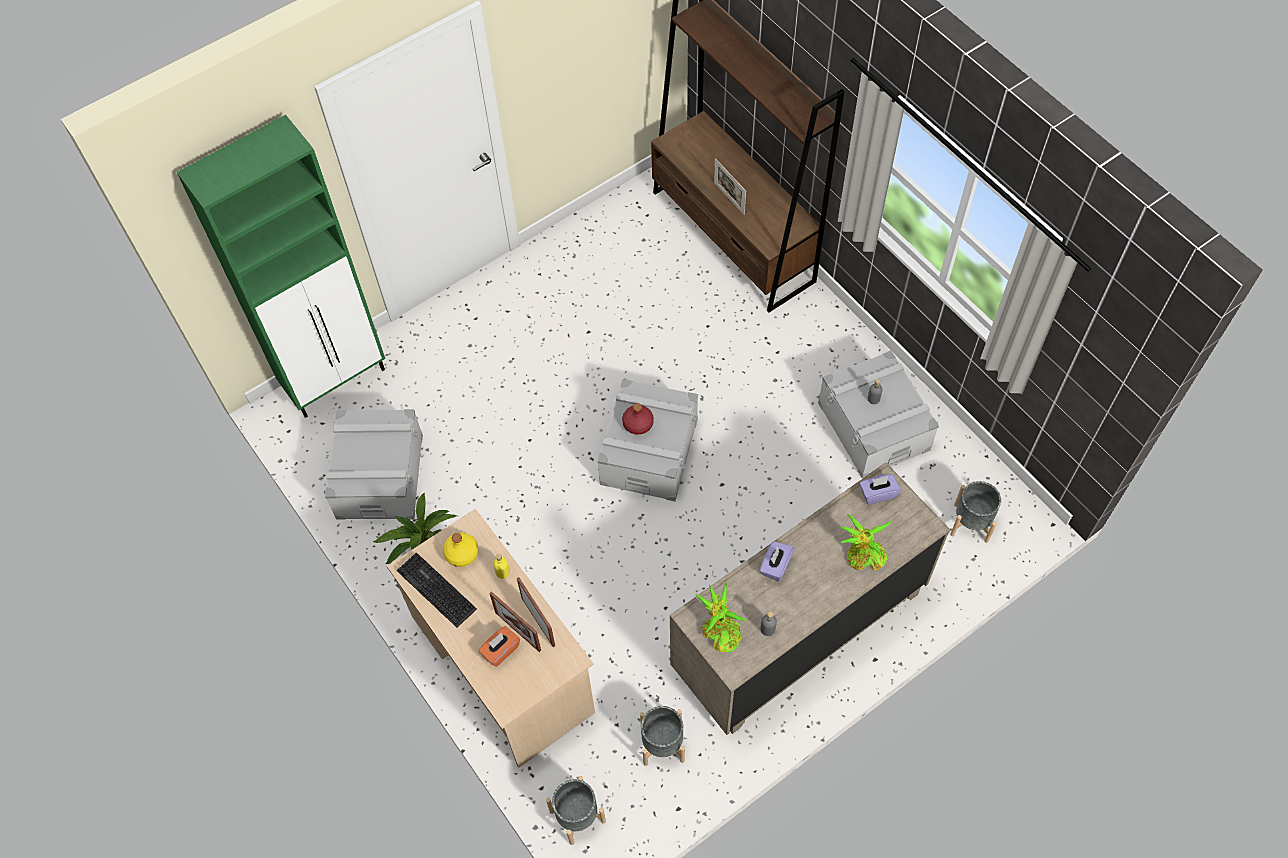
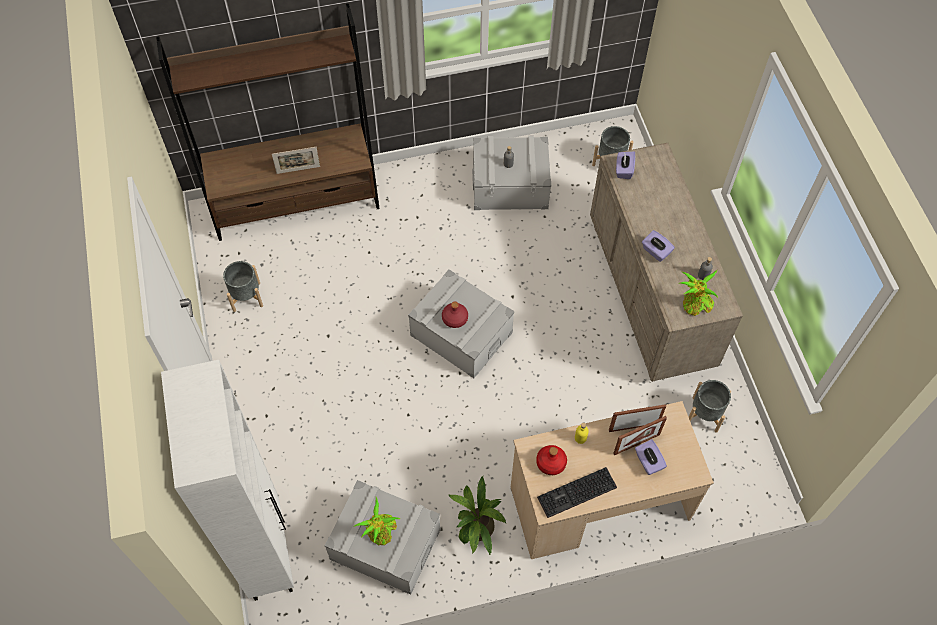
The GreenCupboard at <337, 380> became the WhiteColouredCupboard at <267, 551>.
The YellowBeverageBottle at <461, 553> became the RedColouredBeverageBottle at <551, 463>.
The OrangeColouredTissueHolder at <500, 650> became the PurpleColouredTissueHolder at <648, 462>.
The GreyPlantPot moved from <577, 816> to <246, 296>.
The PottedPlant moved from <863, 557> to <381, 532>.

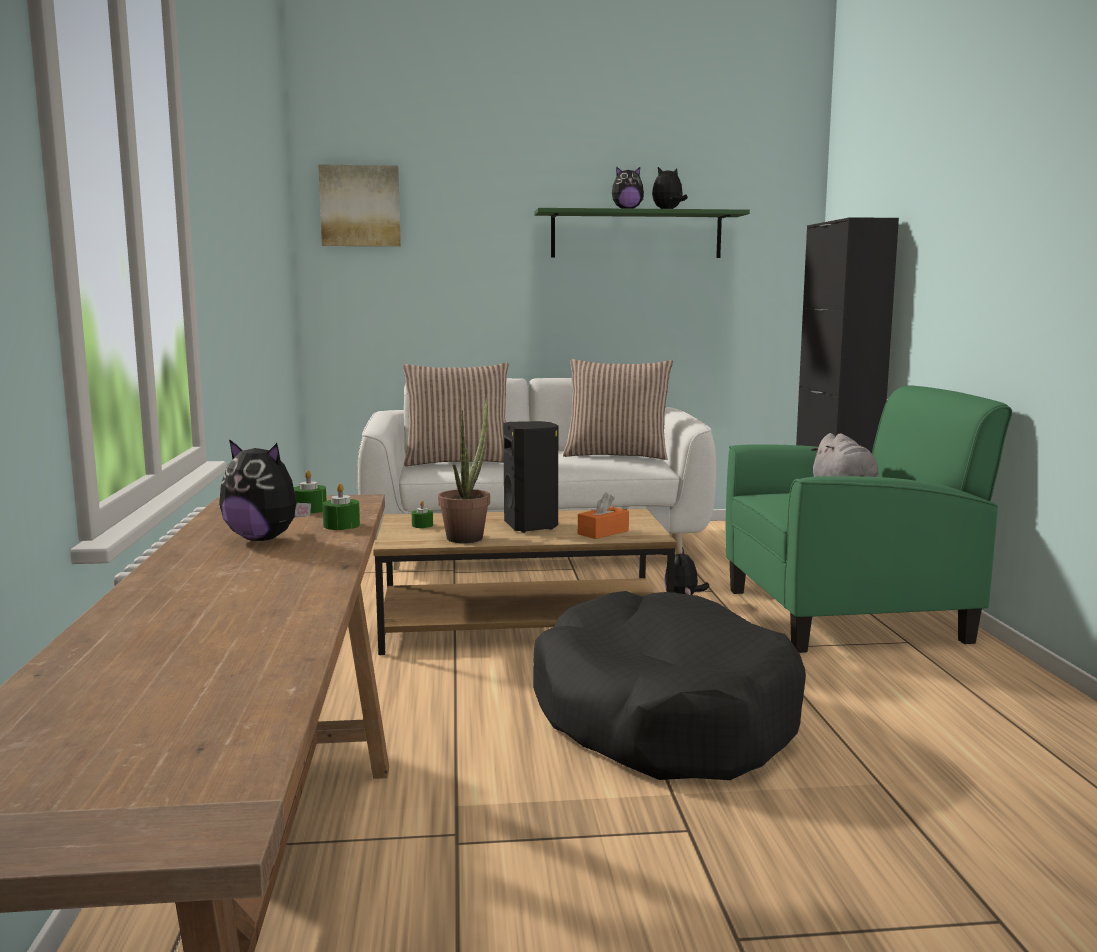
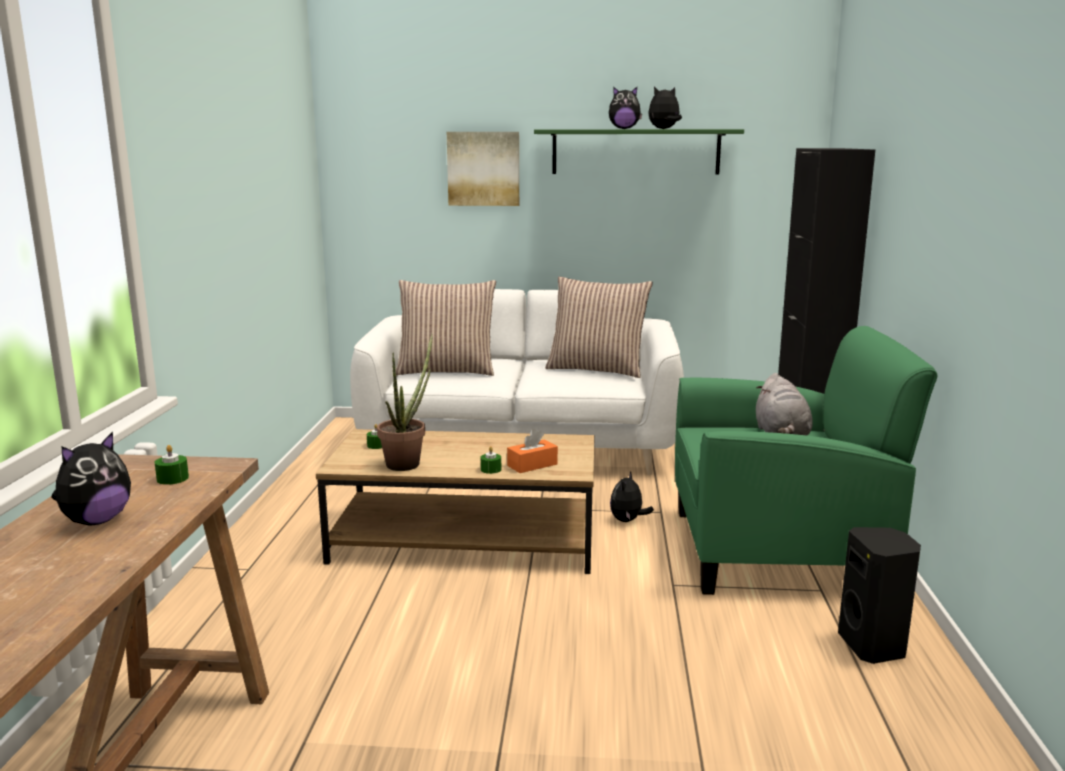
The PlushToy at <264, 539> turned 90 degrees counterclockwise.
The Picture moved from <360, 206> to <483, 168>.
The GreenCandle moved from <341, 525> to <491, 469>.
The BlackColouredAudioSpeaker moved from <532, 526> to <874, 647>.
The BlackColouredDogCushion at <662, 717> disappeared.

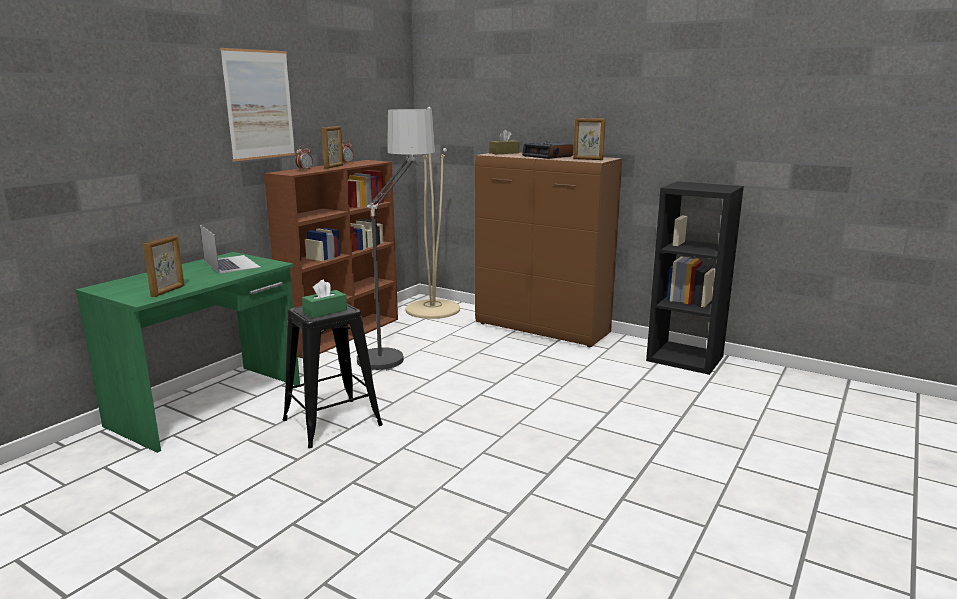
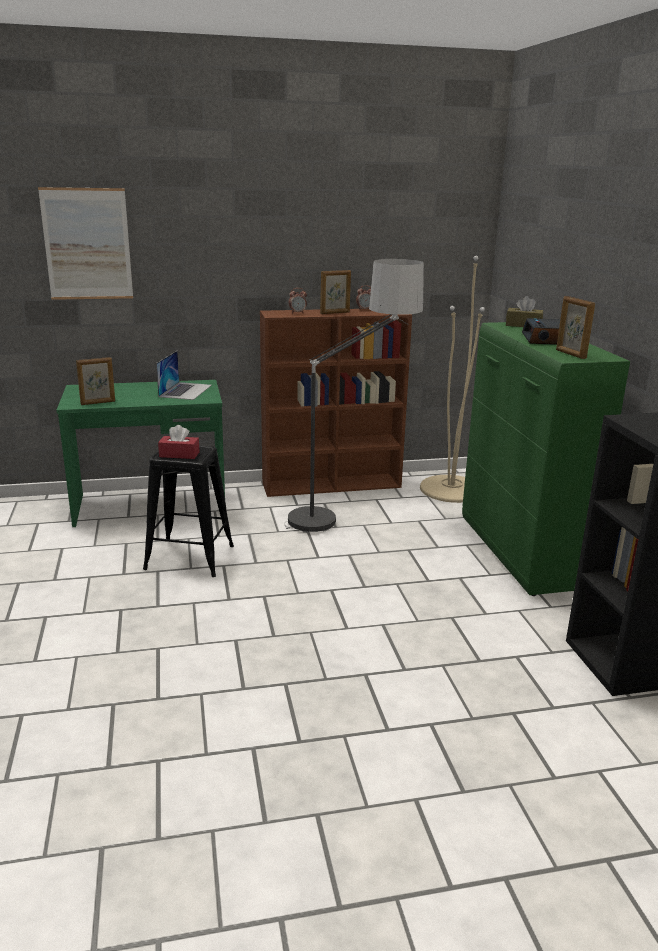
The Picture moved from <259, 105> to <87, 244>.
The GreenTissueHolder at <325, 311> became the RedColouredTissueHolder at <179, 454>.
The BrownCupboard at <542, 329> became the GreenCupboard at <520, 554>.

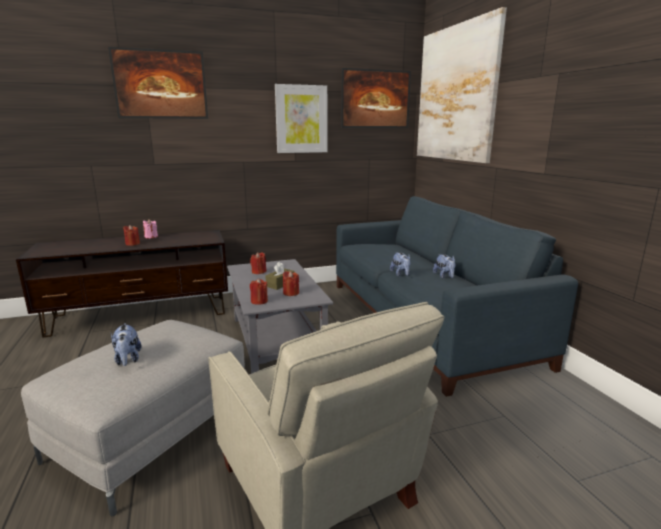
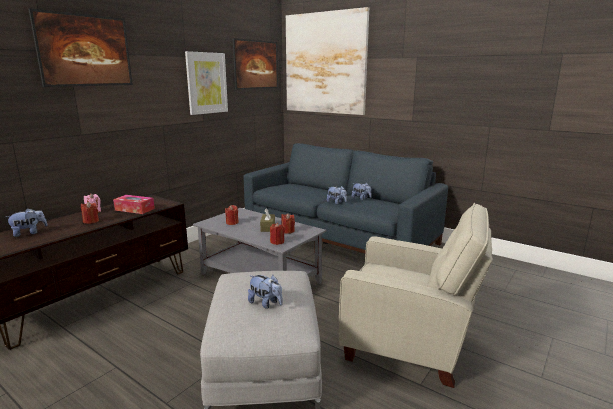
The PlushToy at <29, 233> appeared.
The TissueHolder at <134, 209> appeared.

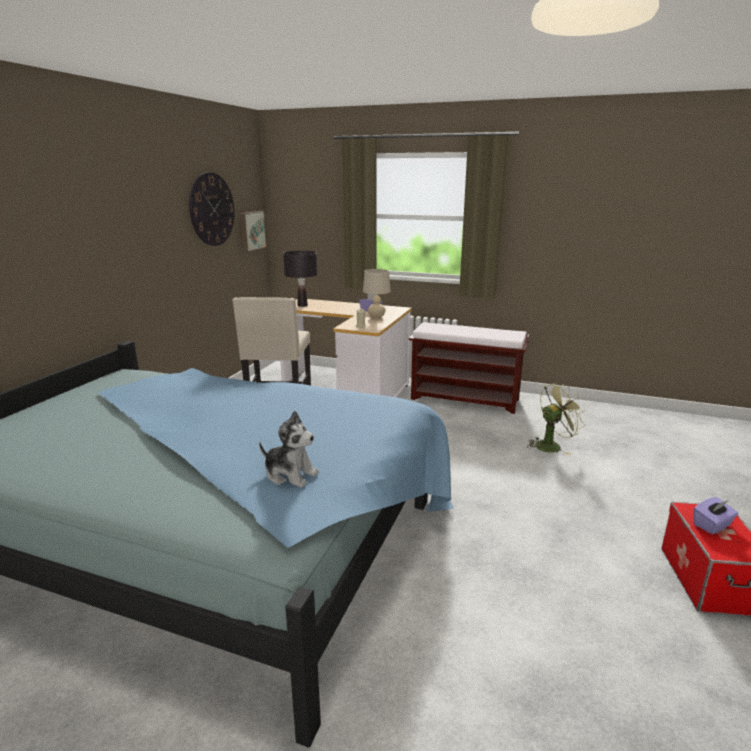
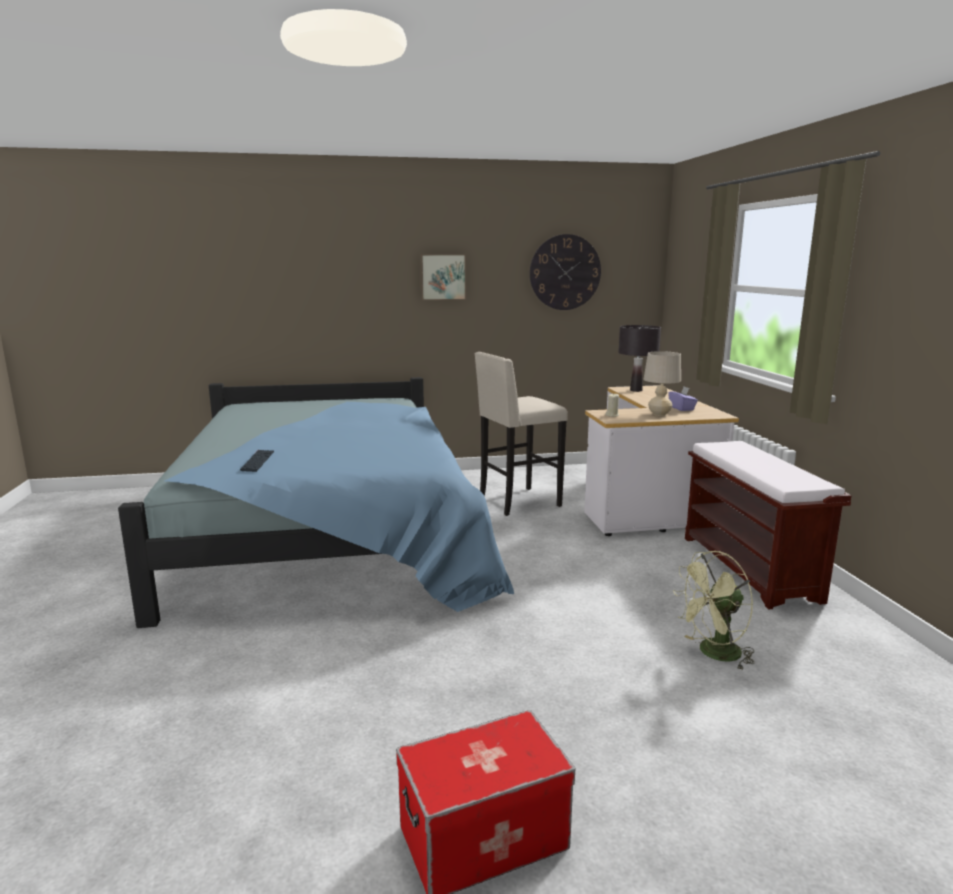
The Picture moved from <252, 230> to <443, 277>.
The PlushToy at <290, 474> was replaced by the PcKeyboard at <258, 461>.
The GreenCoolingFan at <551, 445> turned 120 degrees clockwise.
The PurpleColouredTissueHolder at <712, 525> disappeared.

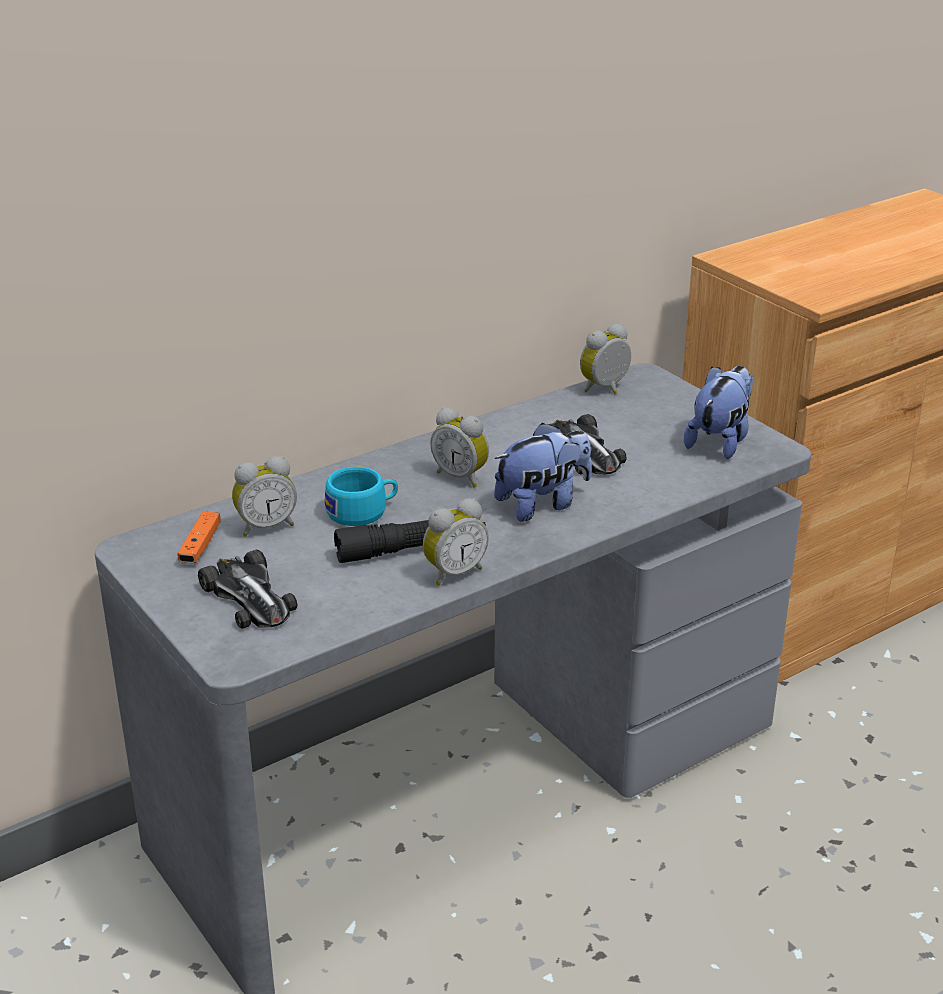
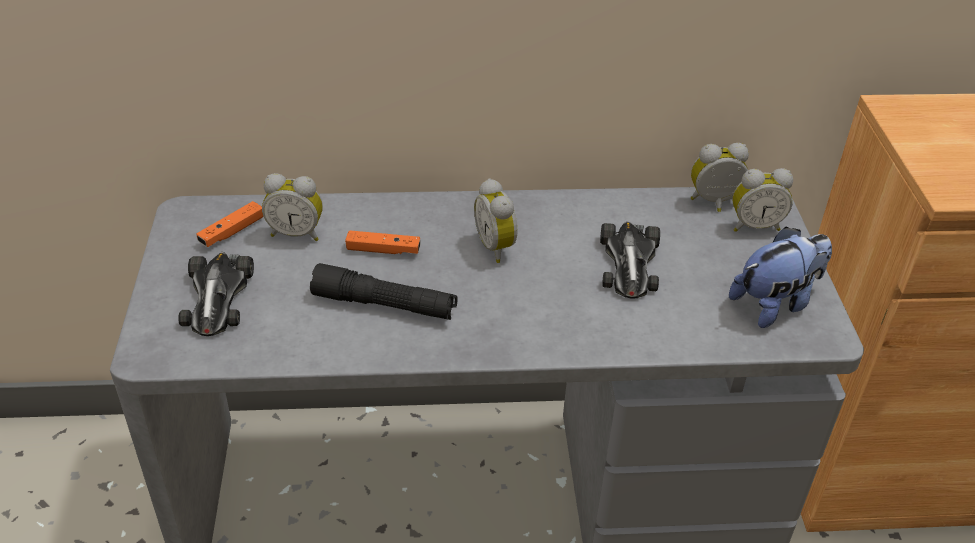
The TurquoiseColouredDrinkingCup at <363, 512> was replaced by the OrangeColouredJoypad at <383, 250>.
The BedsideClock moved from <453, 573> to <754, 225>.
The PlushToy at <542, 504> disappeared.

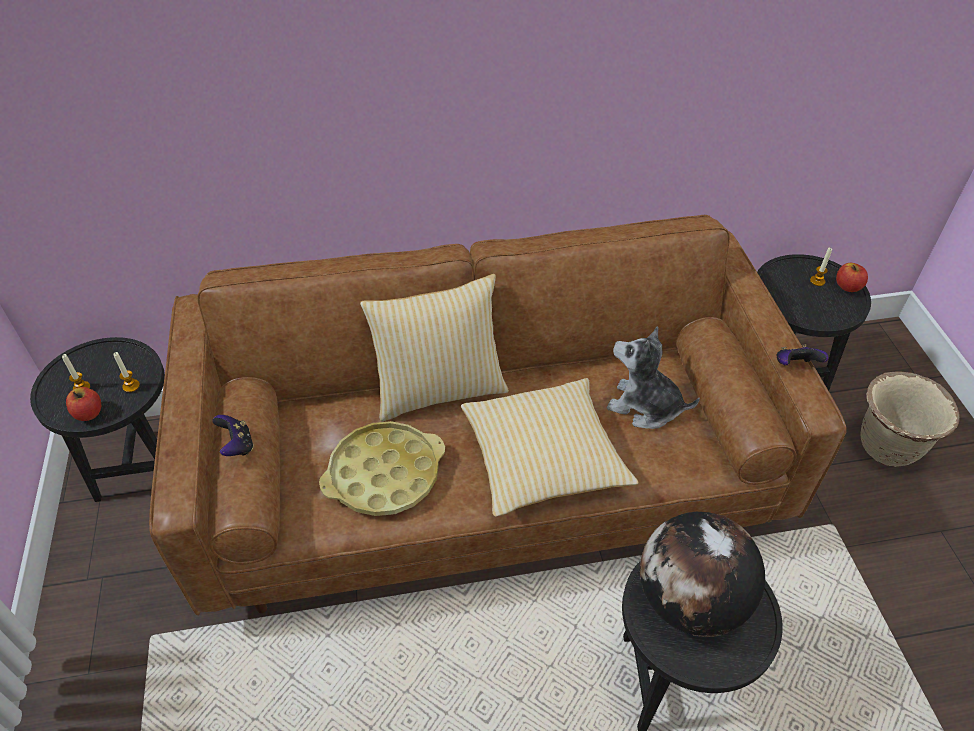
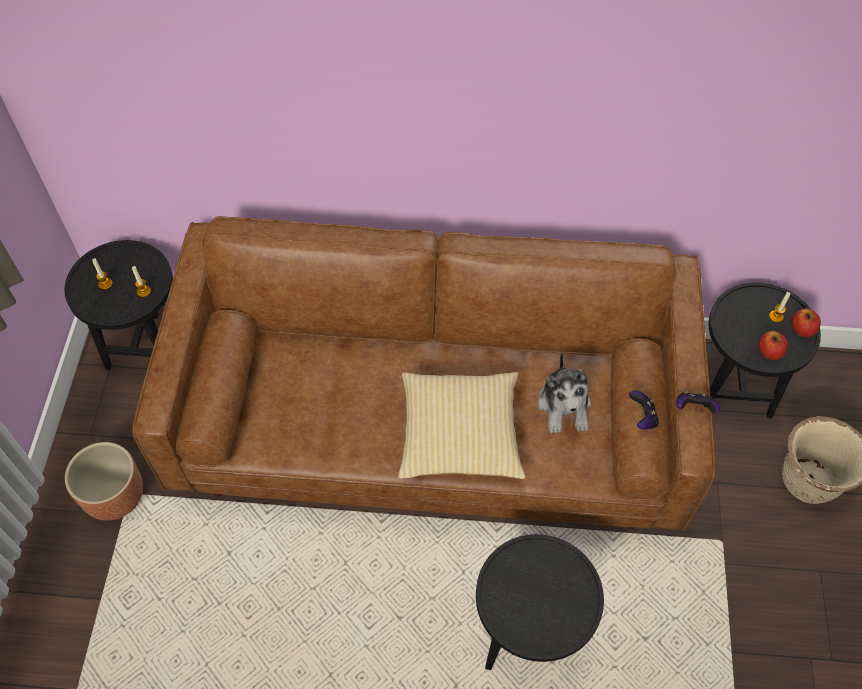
The WholeApple moved from <89, 413> to <769, 352>.
The Joypad moved from <237, 446> to <642, 417>.
The YellowServingTray at <384, 474> disappeared.
The Cushion at <439, 389> disappeared.
The PlushToy at <644, 406> turned 135 degrees counterclockwise.
The DeskGlobe at <690, 602> disappeared.
The BrownPlantPot at <115, 496> appeared.

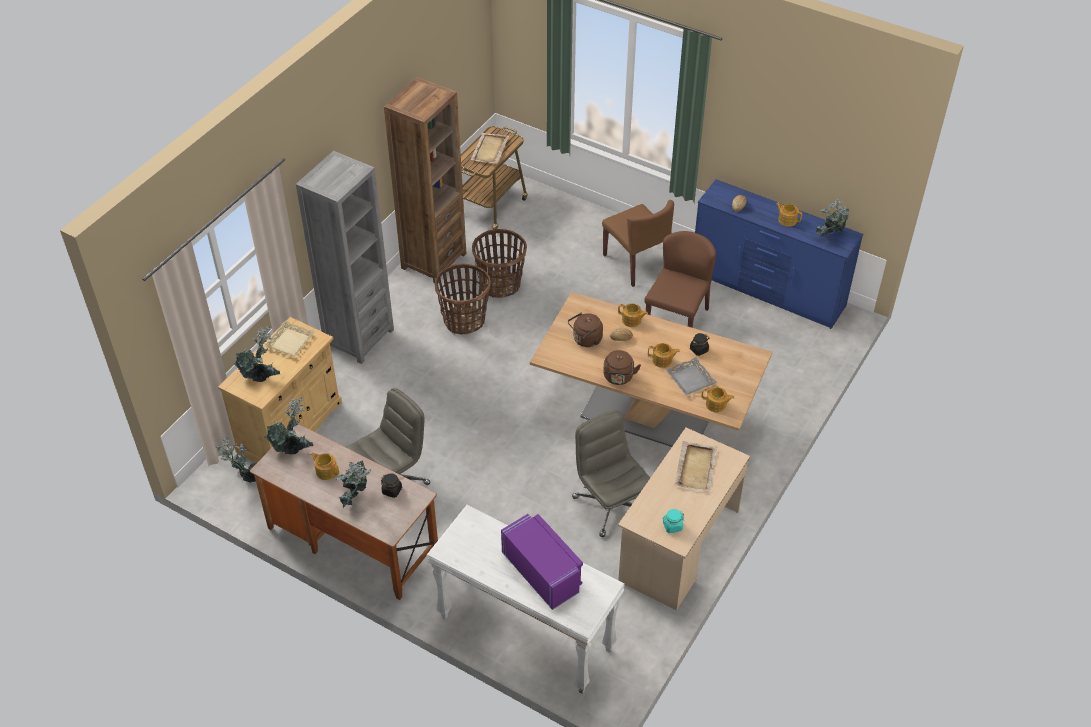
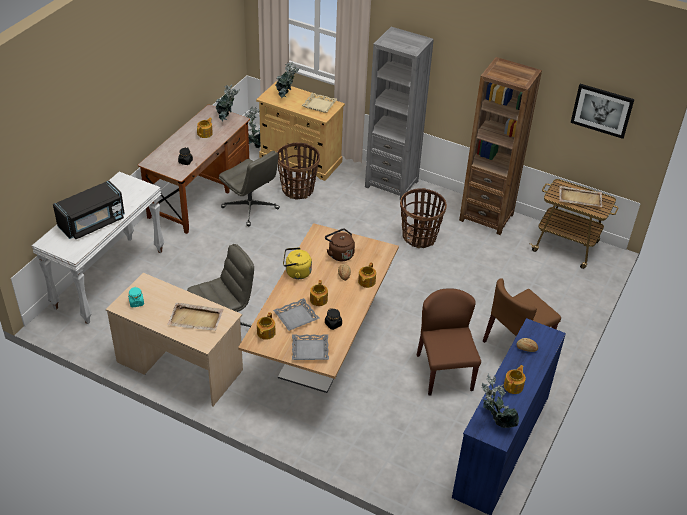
The PottedPlant at <356, 497> disappeared.
The Basket moved from <500, 285> to <298, 189>.
The PurpleColouredMicrowaveOven at <542, 573> became the BlackColouredMicrowaveOven at <92, 223>.
The BrownTeaKettle at <618, 378> became the YellowTeaKettle at <296, 273>.
The BrownPlainChair at <676, 319> turned 120 degrees counterclockwise.
The GreyServingTray at <310, 349> appeared.
The Picture at <602, 110> appeared.

